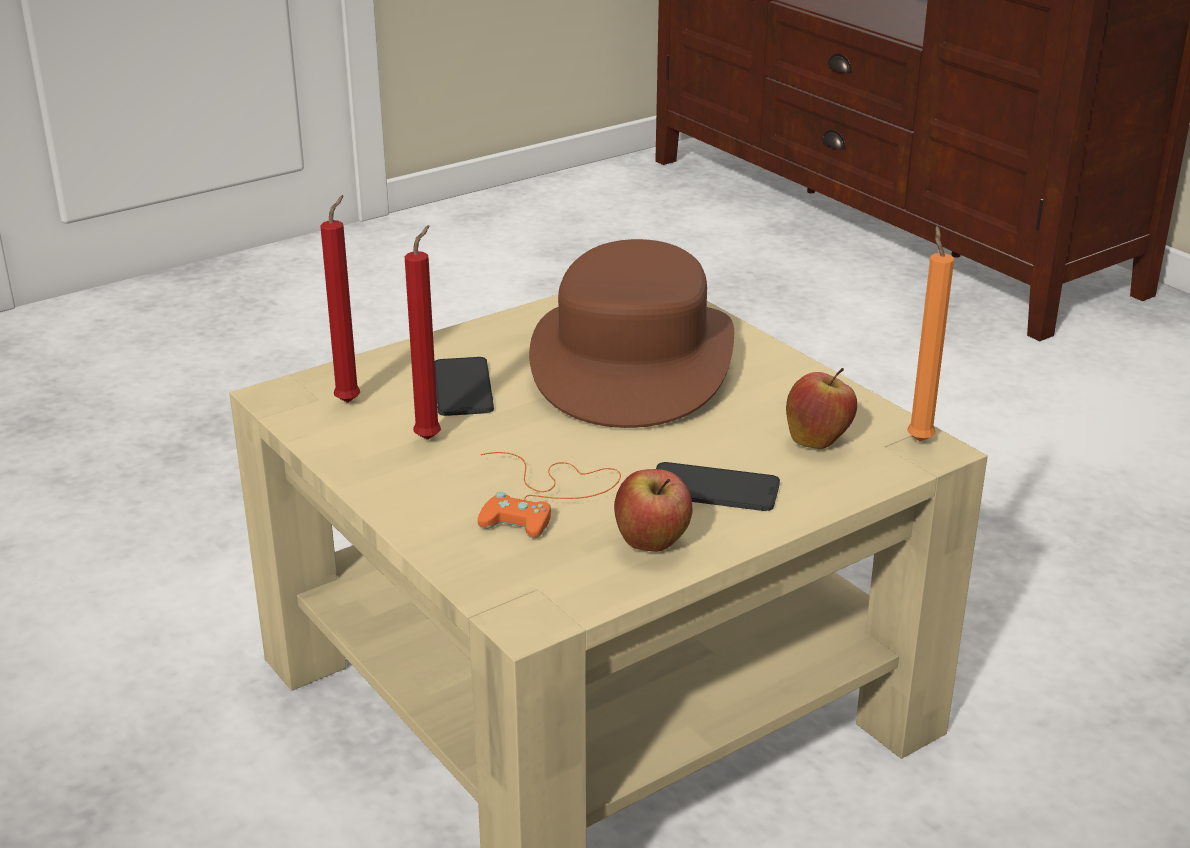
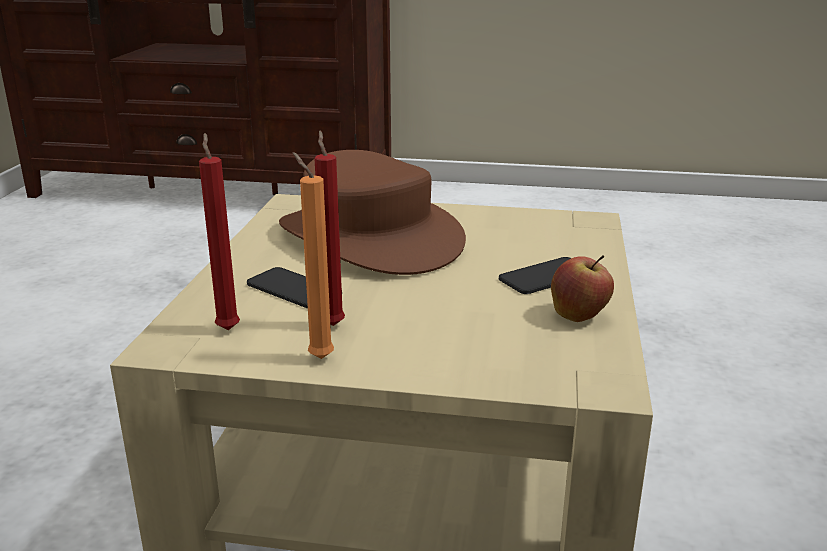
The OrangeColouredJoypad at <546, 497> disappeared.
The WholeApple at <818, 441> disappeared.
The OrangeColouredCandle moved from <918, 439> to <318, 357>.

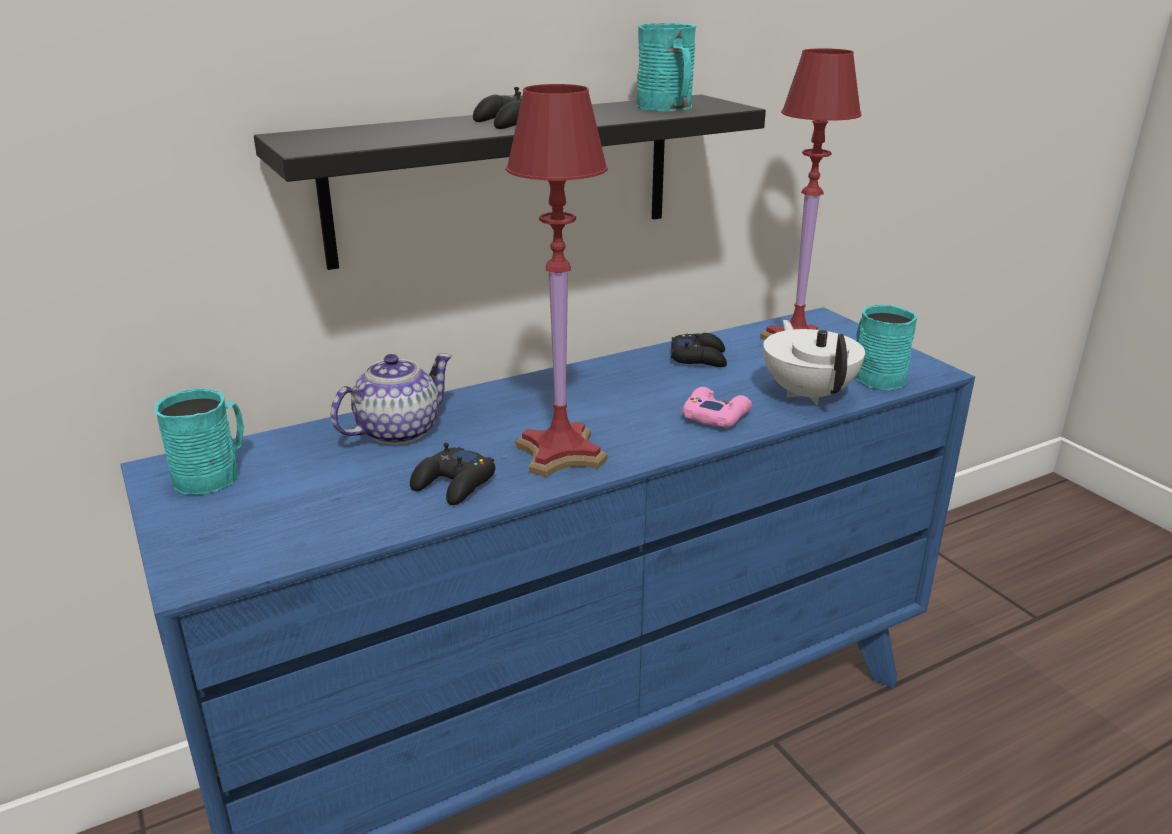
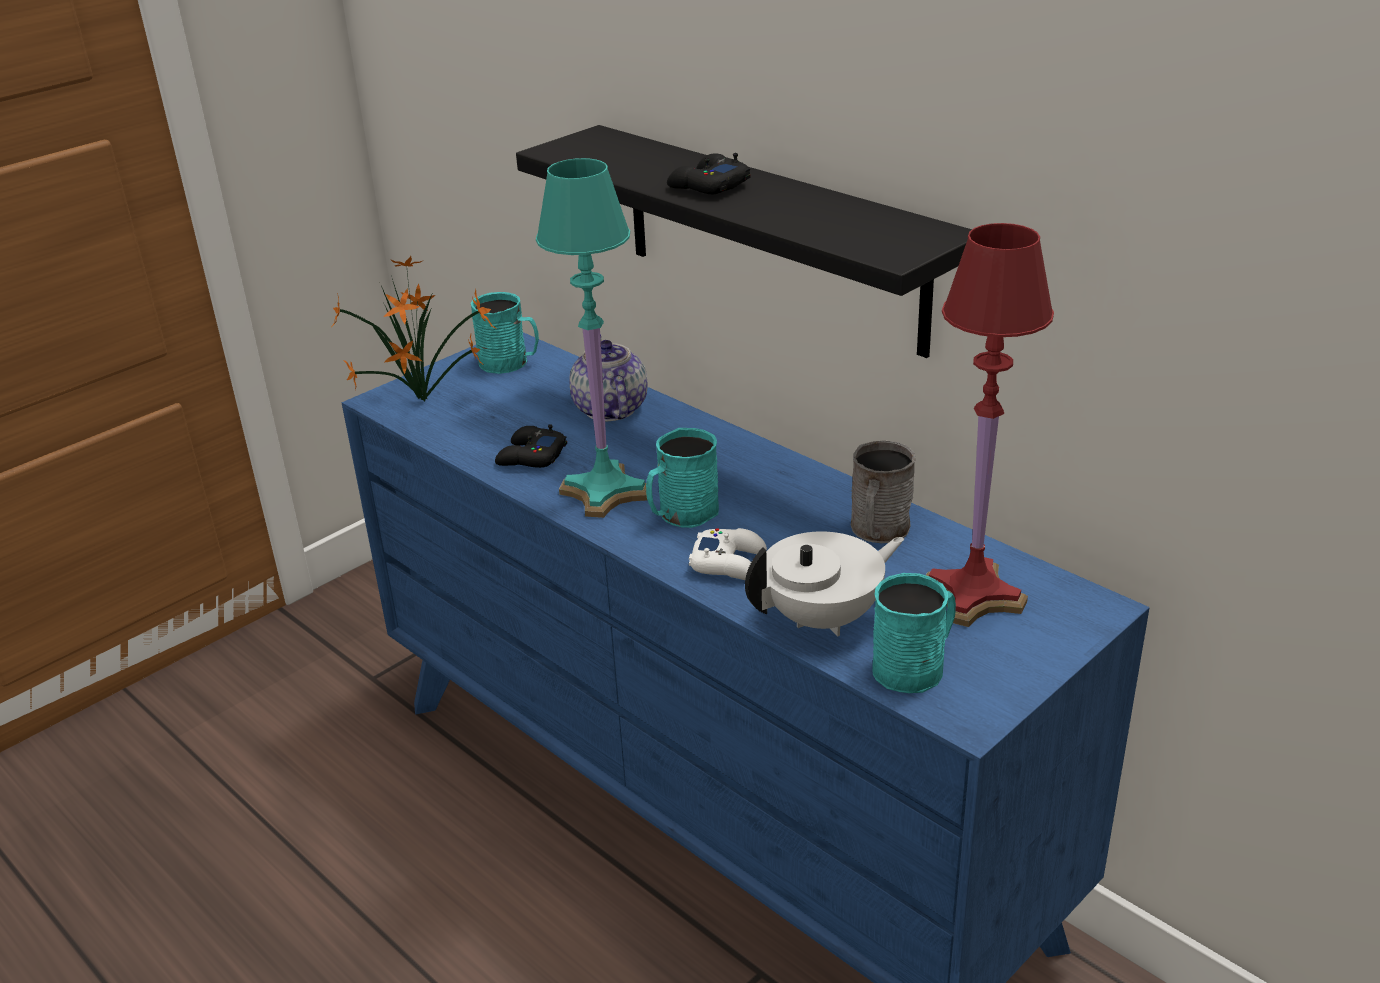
The TeaPot at <397, 431> turned 135 degrees counterclockwise.
The RedColouredTableLamp at <562, 453> became the TurquoiseColouredTableLamp at <606, 493>.
The TurquoiseColouredCoffeeMug moved from <668, 108> to <682, 514>.
The BlackColouredJoypad at <699, 358> was replaced by the GreyCoffeeMug at <878, 531>.
The PinkColouredJoypad at <715, 415> became the WhiteColouredJoypad at <729, 563>.
The PottedPlant at <428, 402> appeared.

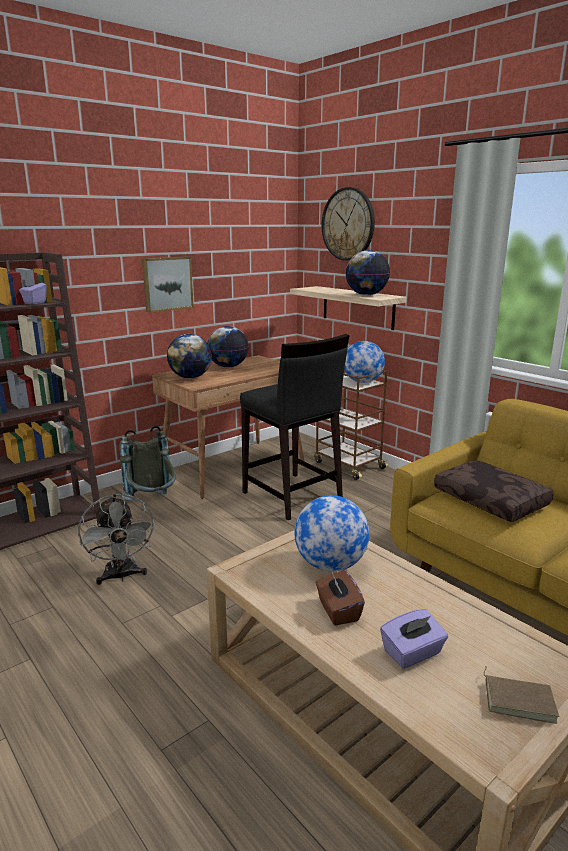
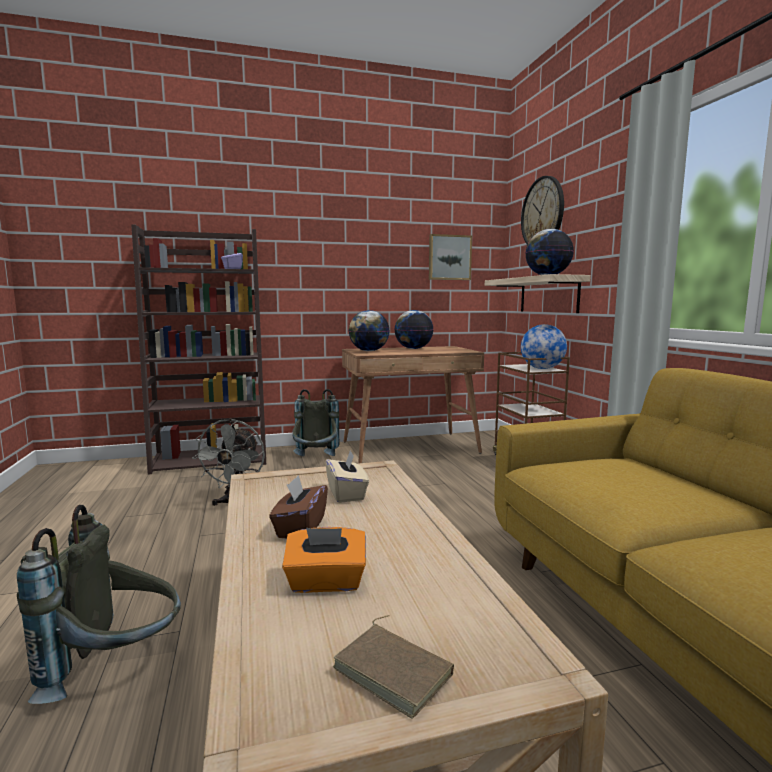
The Picture moved from <167, 283> to <449, 257>.
The BlackColouredStool at <292, 496> disappeared.
The DeskGlobe at <330, 565> was replaced by the BeigeColouredTissueHolder at <347, 493>.
The PurpleColouredTissueHolder at <412, 653> became the OrangeColouredTissueHolder at <326, 582>.
The BrownCushion at <492, 500> disappeared.
The GreyKnapsack at <116, 669> appeared.

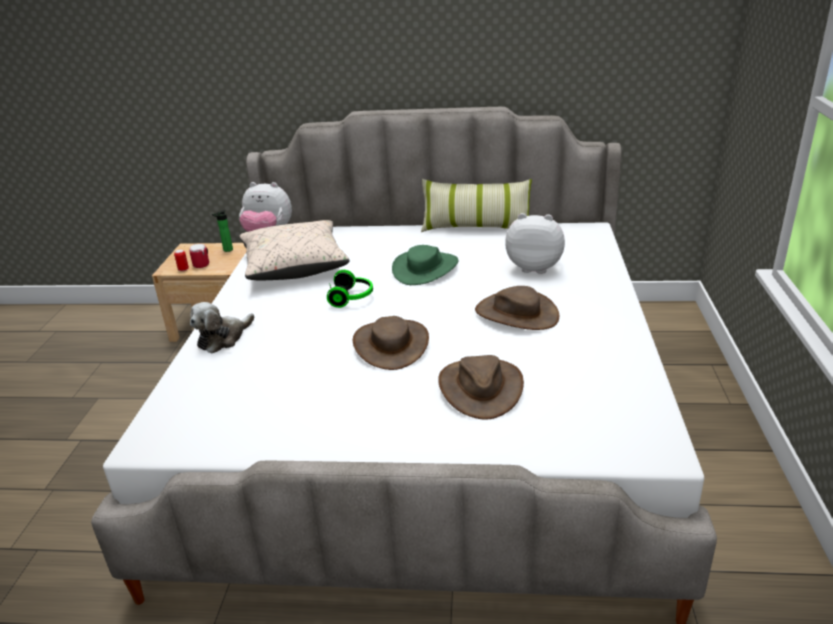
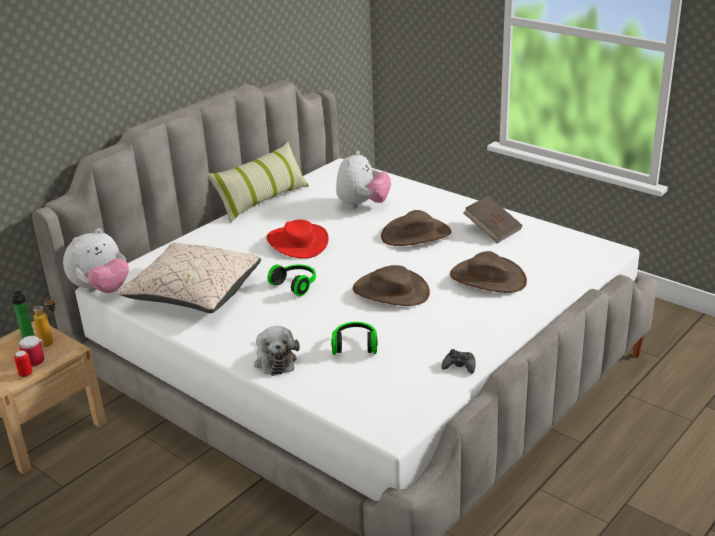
The GreenHat at <425, 269> became the RedColouredHat at <297, 242>.
The PlushToy at <534, 267> turned 150 degrees clockwise.
The BeverageBottle at <52, 342> appeared.
The PairOfHeadphones at <355, 345> appeared.
The BlackColouredJoypad at <459, 366> appeared.
The BrownBook at <492, 230> appeared.

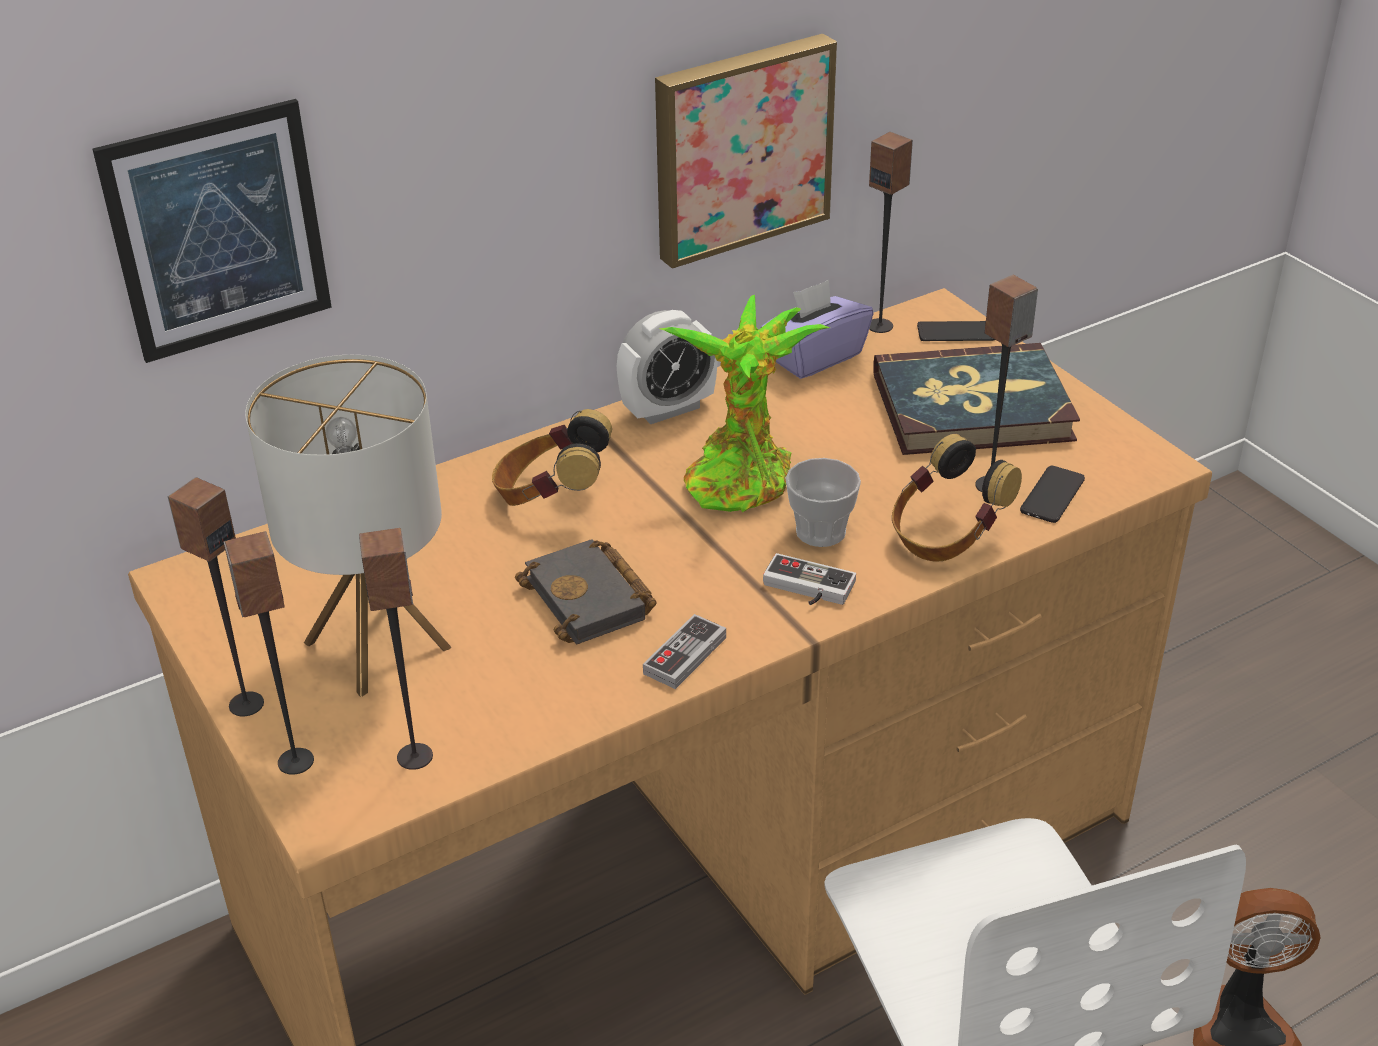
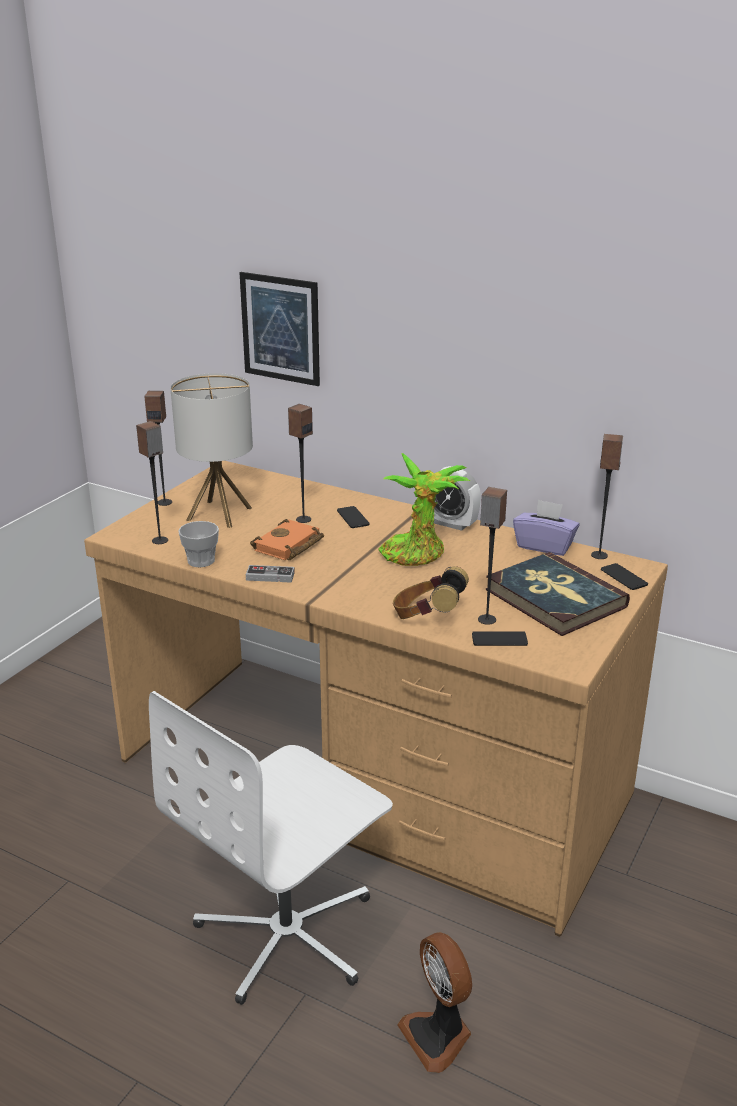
The AudioSpeaker moved from <295, 761> to <303, 519>.
The PairOfHeadphones at <551, 496> was replaced by the Phone at <353, 518>.
The BlackColouredBook at <592, 600> became the OrangeColouredBook at <288, 546>.
The Picture at <740, 147> disappeared.
The Joypad at <806, 589> disappeared.
The DrinkingCup moved from <820, 531> to <201, 561>.

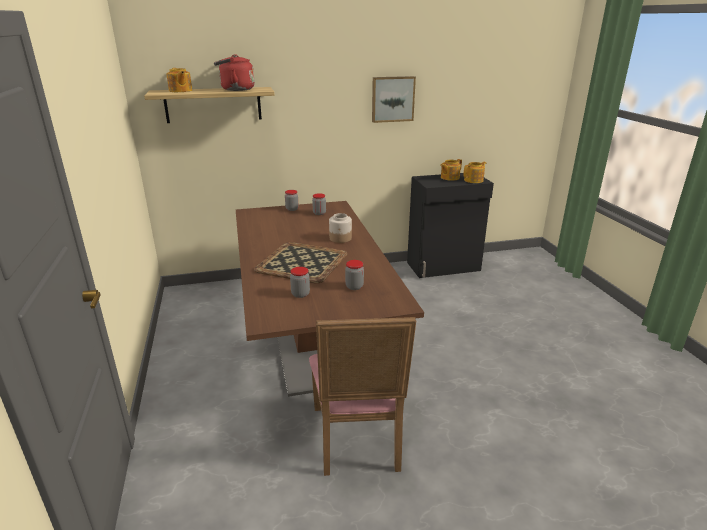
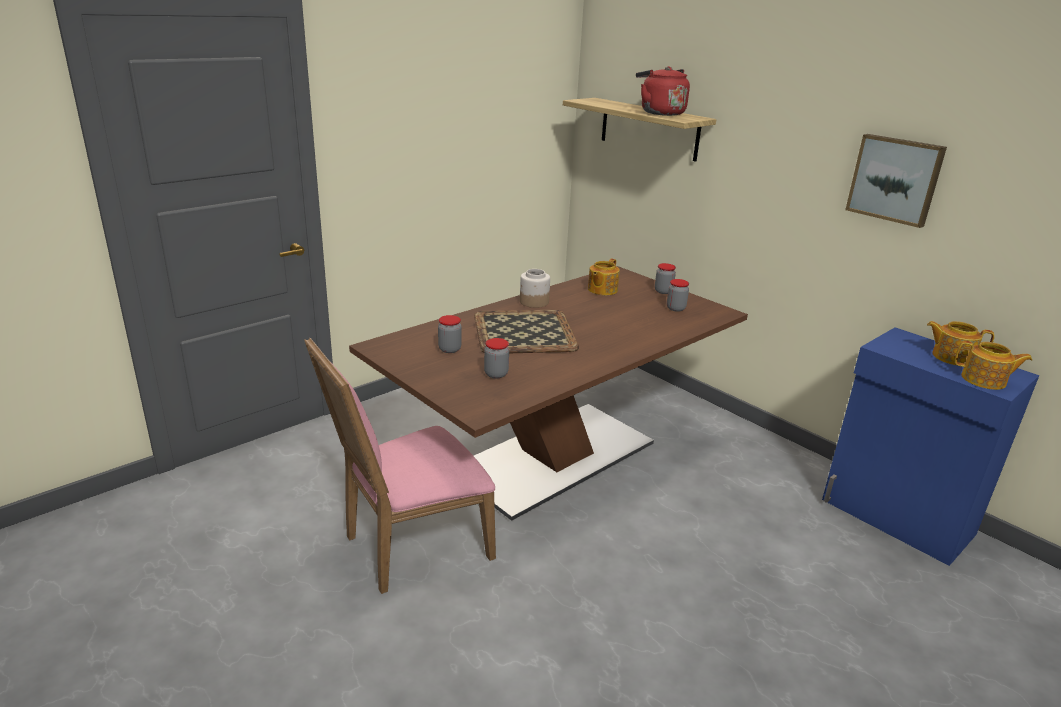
The TeaPot moved from <180, 91> to <602, 290>.
The PreserveJar moved from <340, 238> to <534, 302>.
The BlackColouredCupboard at <444, 267> became the BluishCupboard at <896, 518>.

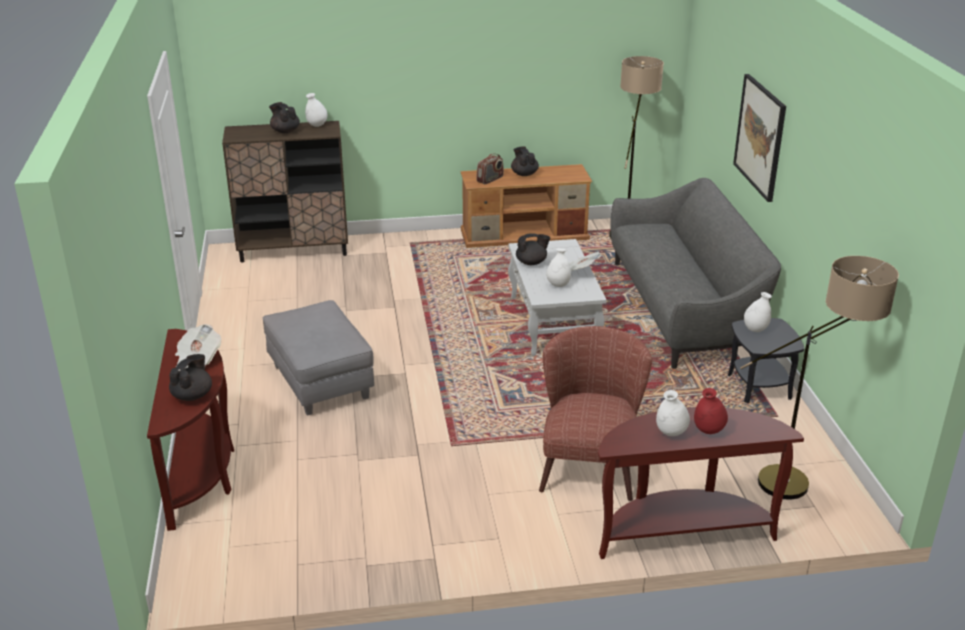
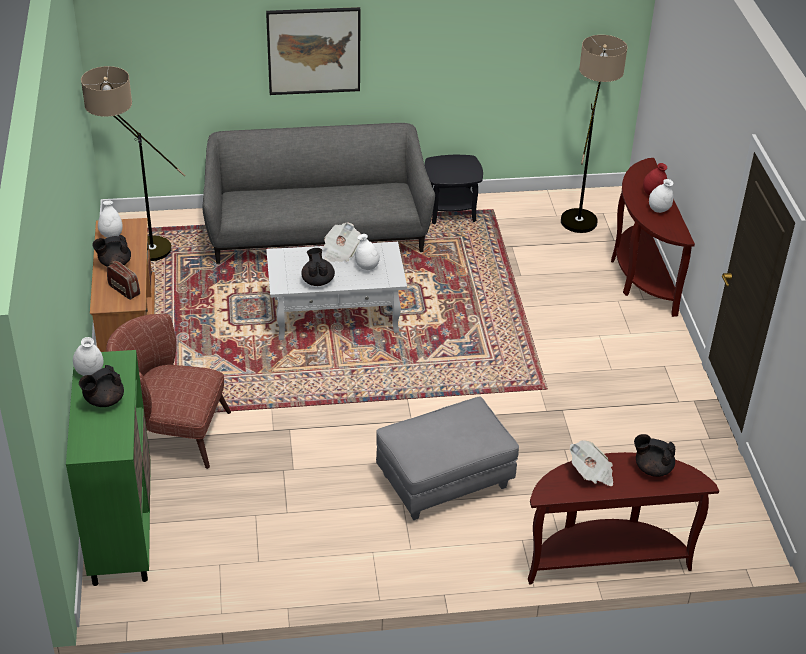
The BrownCupboard at <294, 250> became the GreenCupboard at <122, 528>.
The BrownEasyChair moved from <589, 462> to <172, 432>.
The WhiteColouredDecorativeVase moved from <755, 329> to <111, 235>.

